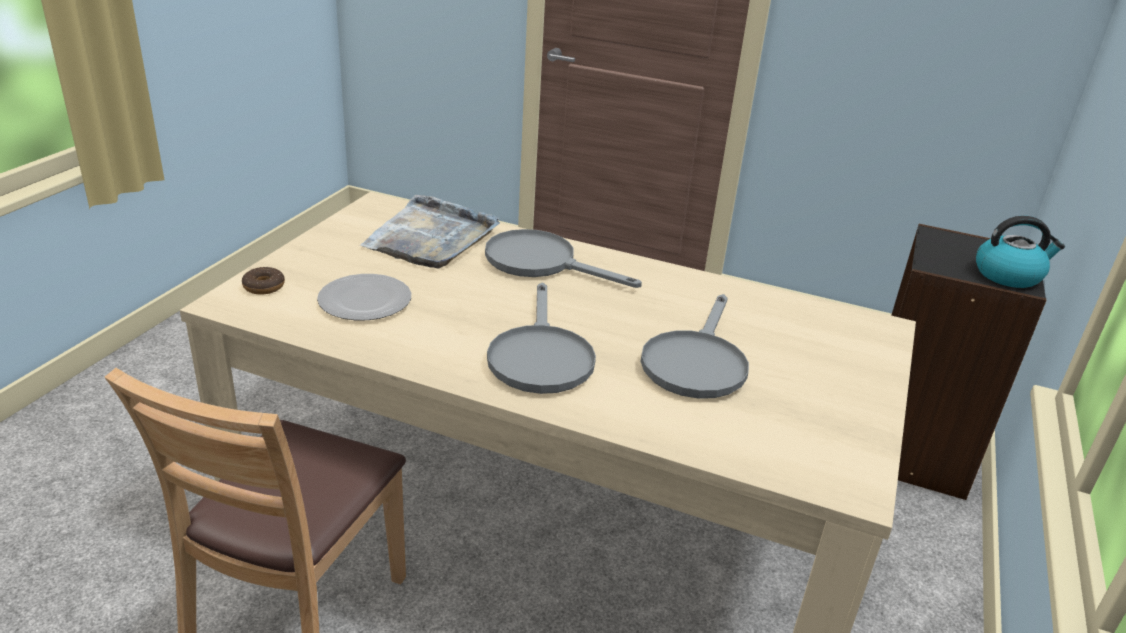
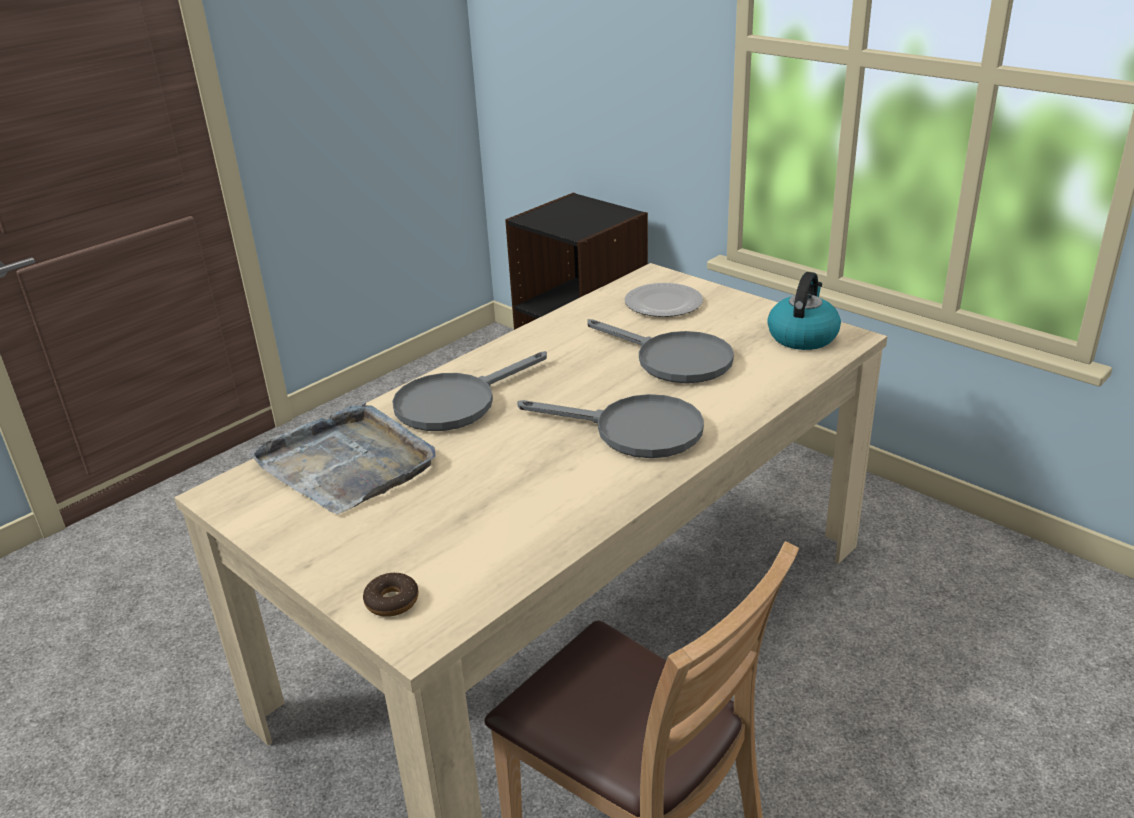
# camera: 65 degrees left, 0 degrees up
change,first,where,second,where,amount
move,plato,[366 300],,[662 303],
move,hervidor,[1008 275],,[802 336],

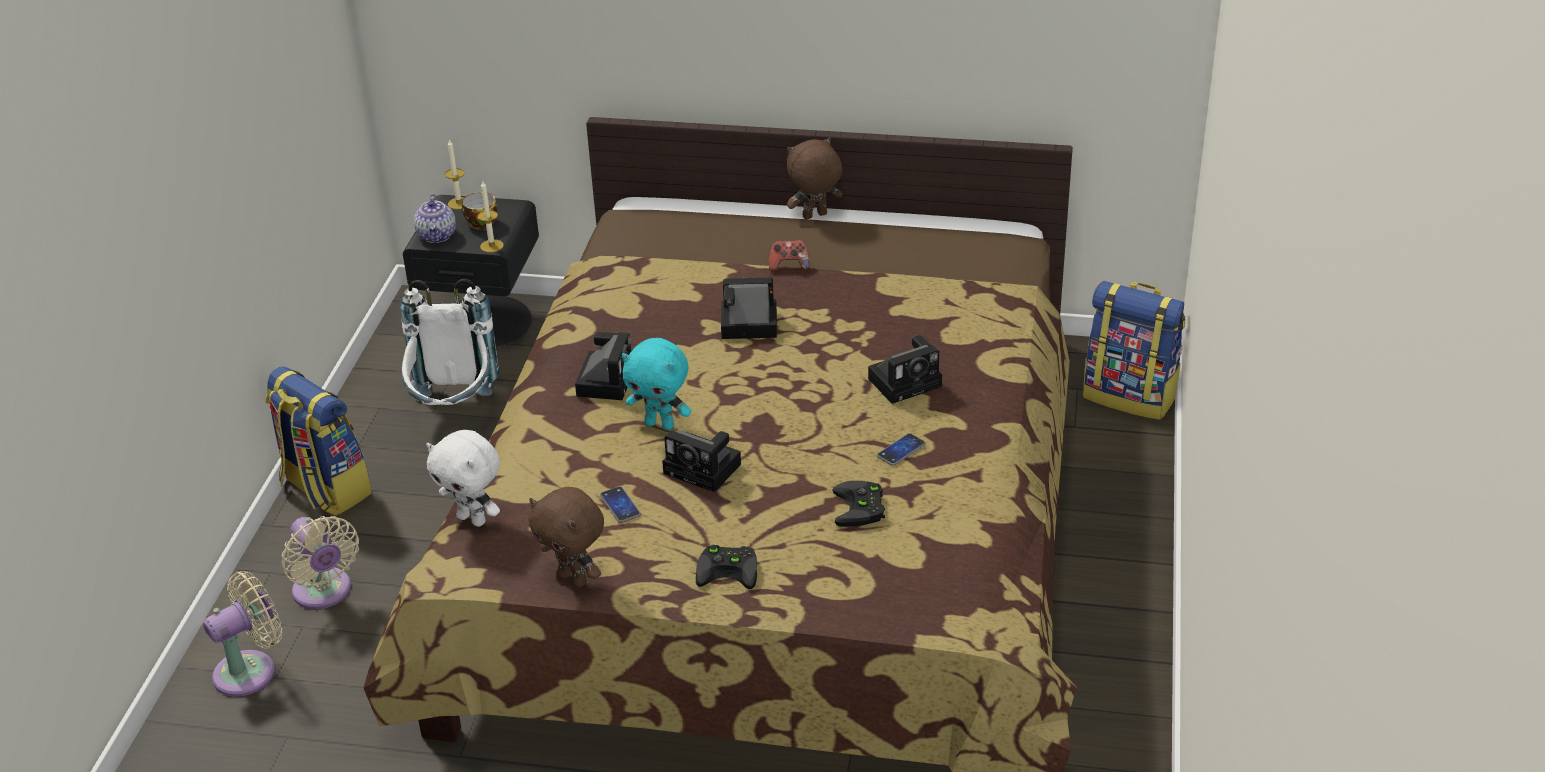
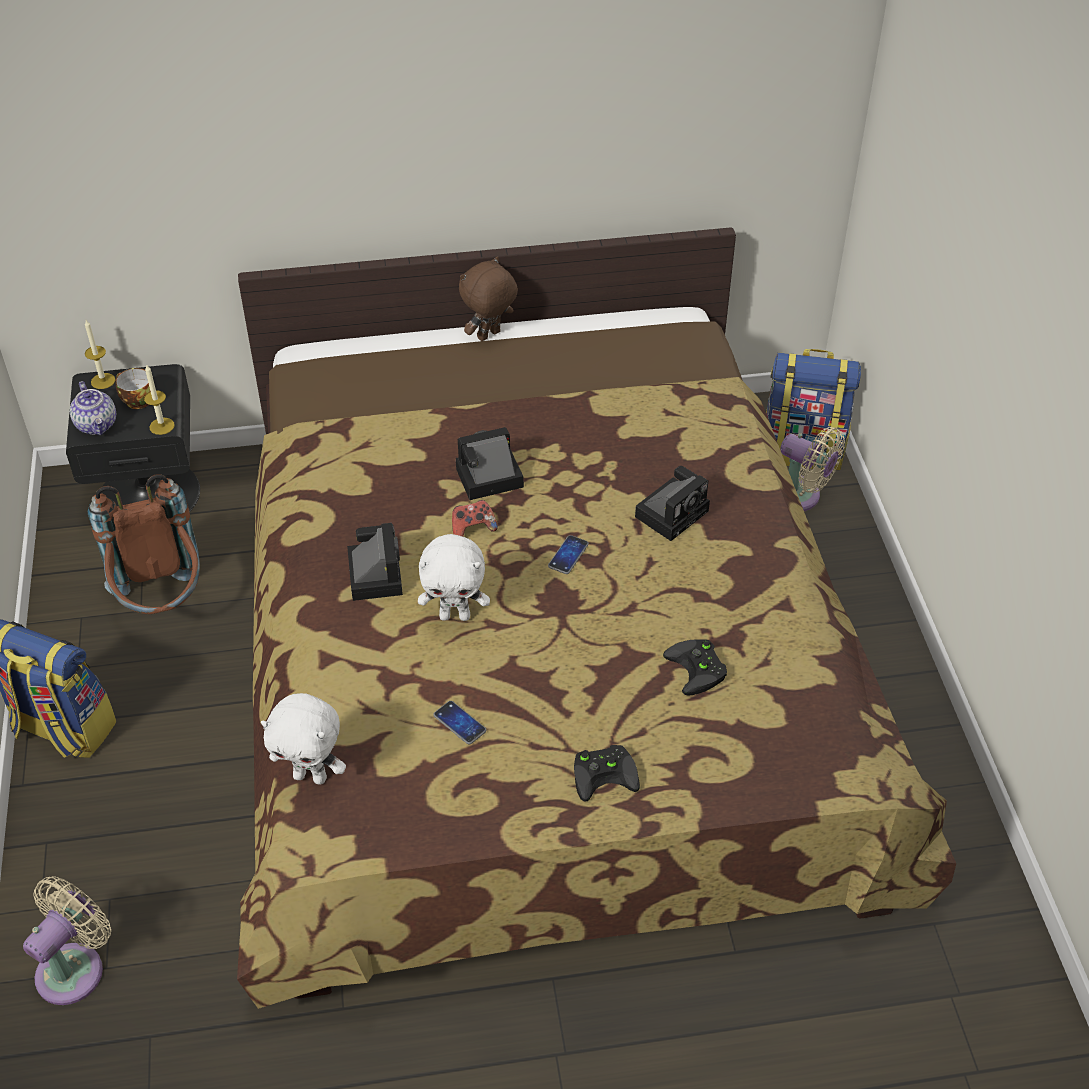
# camera: 20 degrees left, 10 degrees up
change,first,where,second,where,amount
recolor,mochila (blanco),[454 411],mochila (marrón),[163 605],
recolor,peluche (turquesa),[660 424],peluche (blanco),[455 615],
move,mando de consola,[789 266],,[473 528],
move,móvil,[901 450],,[568 555],
move,ventilador (beis),[324 593],,[799 497],
delete,peluche (marrón),[574 579],,,
delete,cámara,[705 469],,,

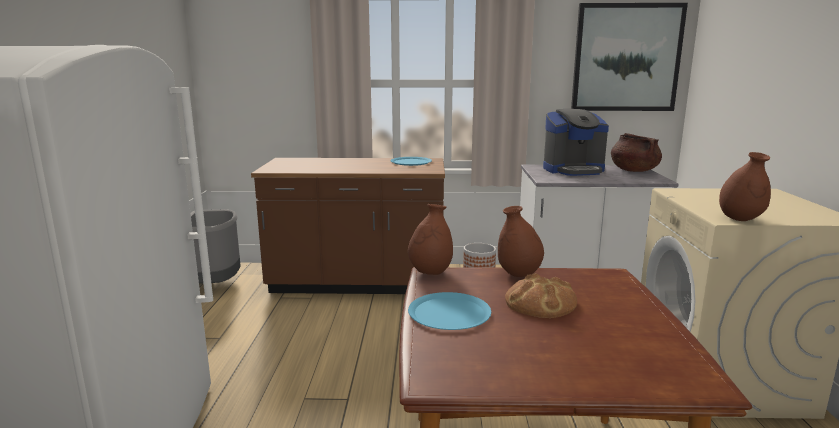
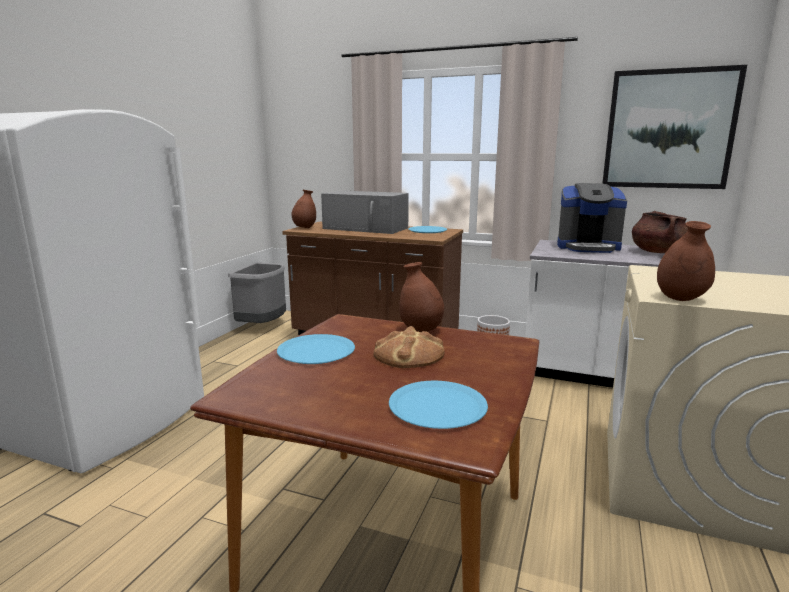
# camera: 20 degrees right, 0 degrees up
change,first,where,second,where,amount
move,florero (marrón),[430 272],,[304 228],
insert,,,microondas (gris),[367 228],
insert,,,plato (azul),[437 406],

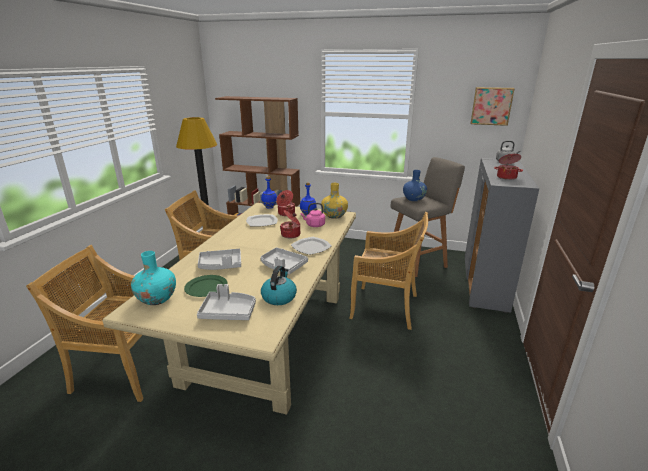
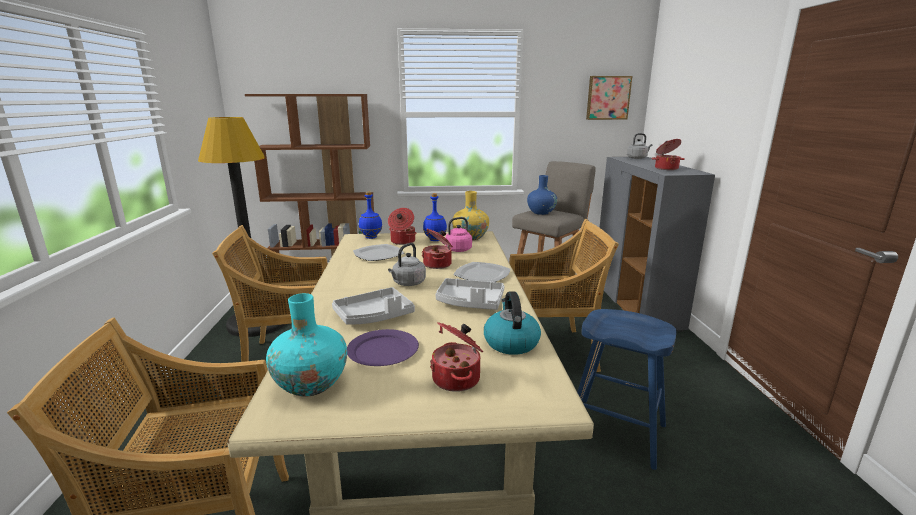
# camera: 20 degrees left, 5 degrees down
change,first,where,second,where,amount
recolor,plato (verde),[206 288],plato (morado),[382 351],
insert,,,hervidor (gris),[408 283],
replace,bandeja (gris),[228 312],olla,[457 379],
insert,,,taburete (azul),[615 431],

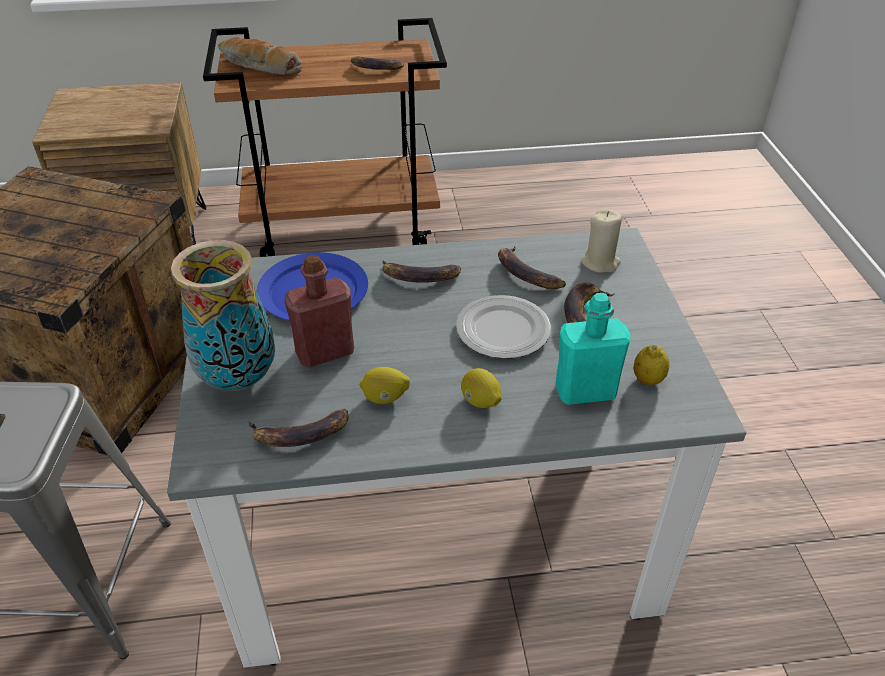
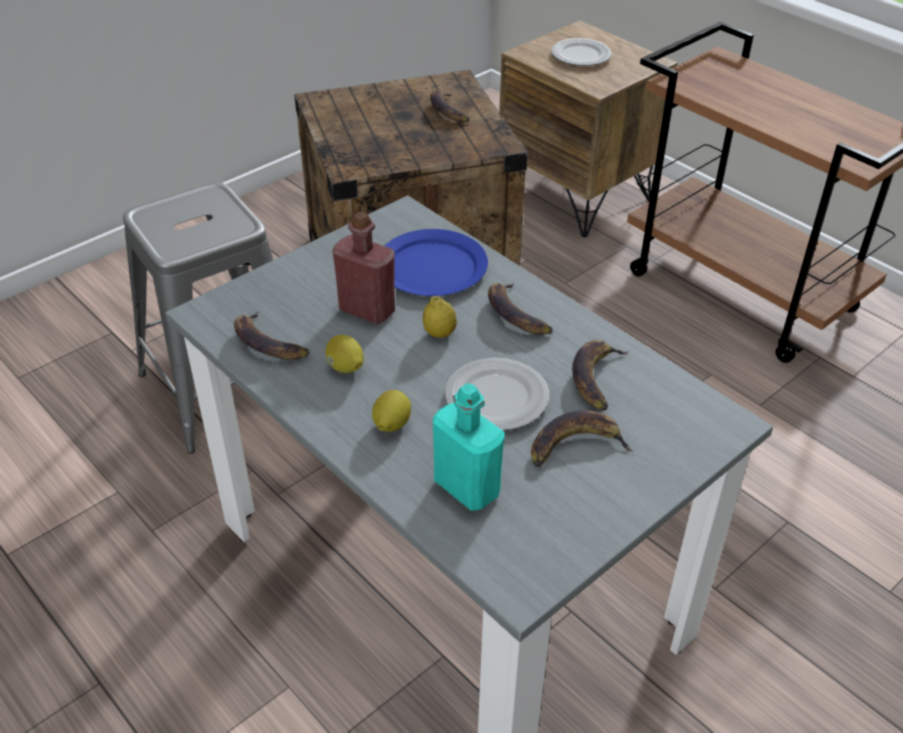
# camera: 55 degrees right, 0 degrees up
change,first,where,second,where,amount
move,limón,[648 379],,[439 333],
move,plátano,[375 68],,[447 111],
insert,,,plato,[581 56],
delete,florero,[239 378],,,
delete,pan,[260 67],,,
delete,vela (beis),[600 263],,,

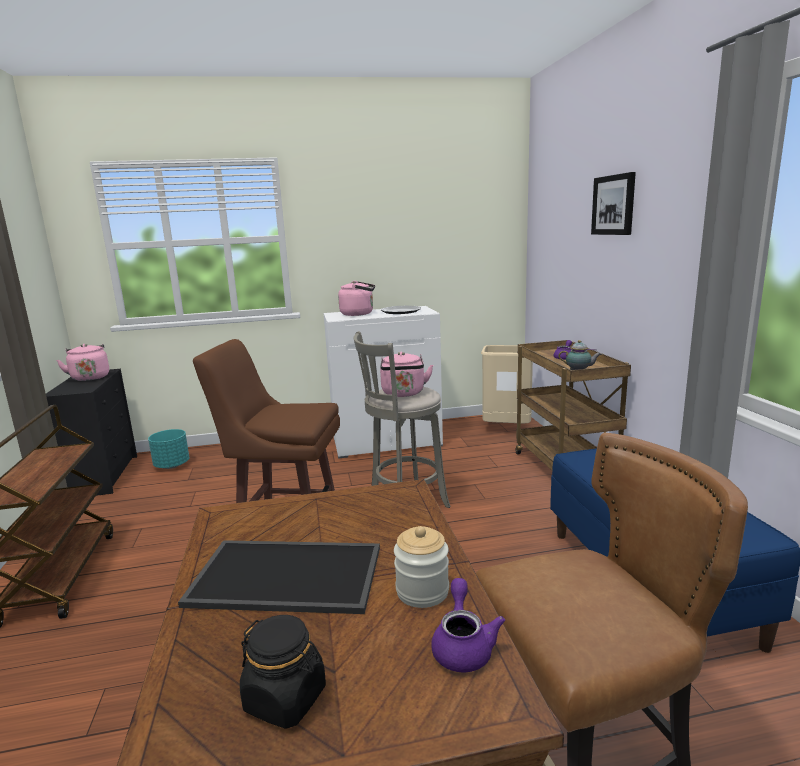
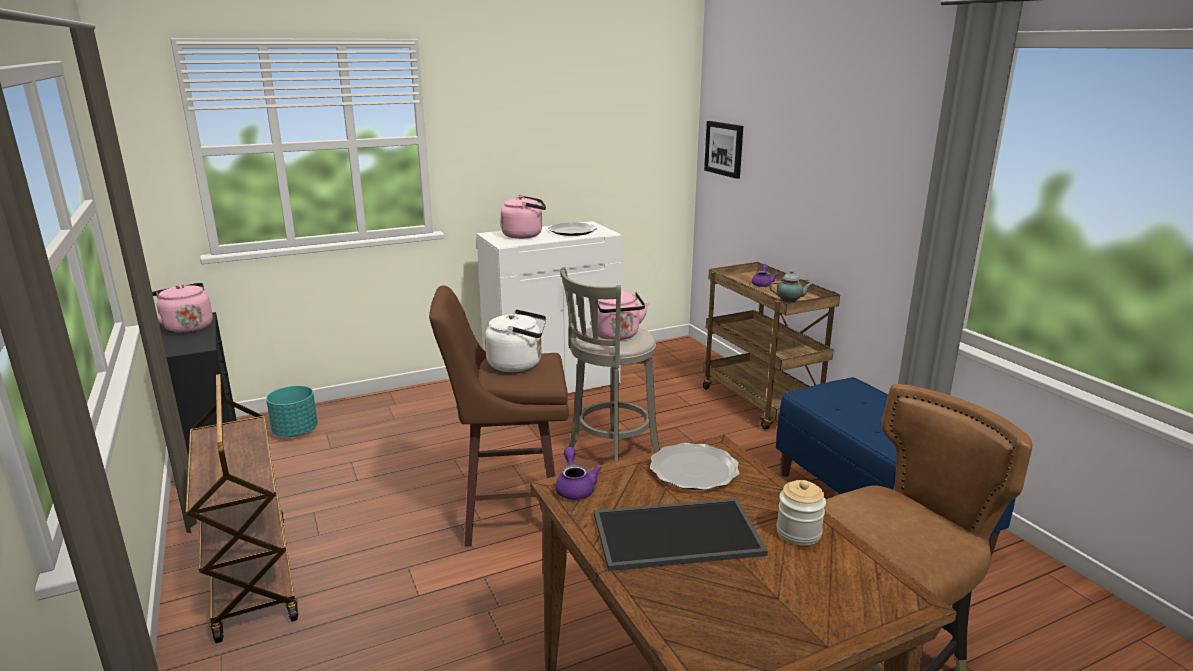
# camera: 15 degrees left, 5 degrees up
change,first,where,second,where,amount
insert,,,hervidor (blanco),[518 364],
move,tetera (morado),[463 645],,[575 487],
insert,,,plato,[694 470],
move,cuadro,[614 205],,[724 149],
delete,tarro (negro),[286 698],,,
delete,papelera (beis),[507 428],,,

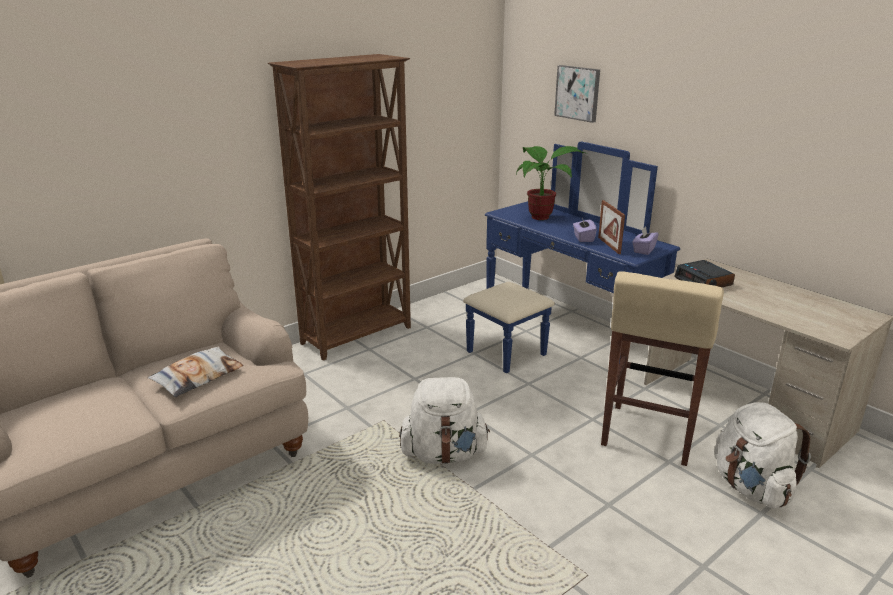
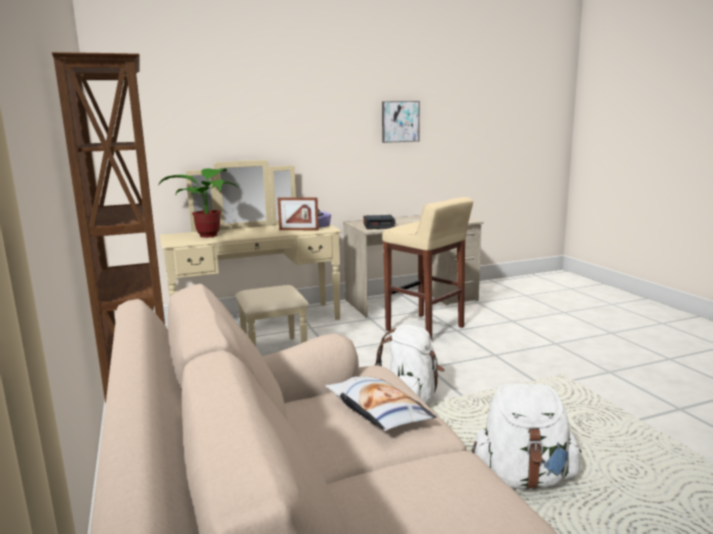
# camera: 70 degrees left, 10 degrees down
change,first,where,second,where,amount
recolor,cómoda (azul),[555 331],cómoda (beis),[261 328],
move,cuadro,[578 93],,[400 121],
move,mochila (blanco),[751 487],,[523 478],
delete,caja de pañuelos (morado),[583 238],,,

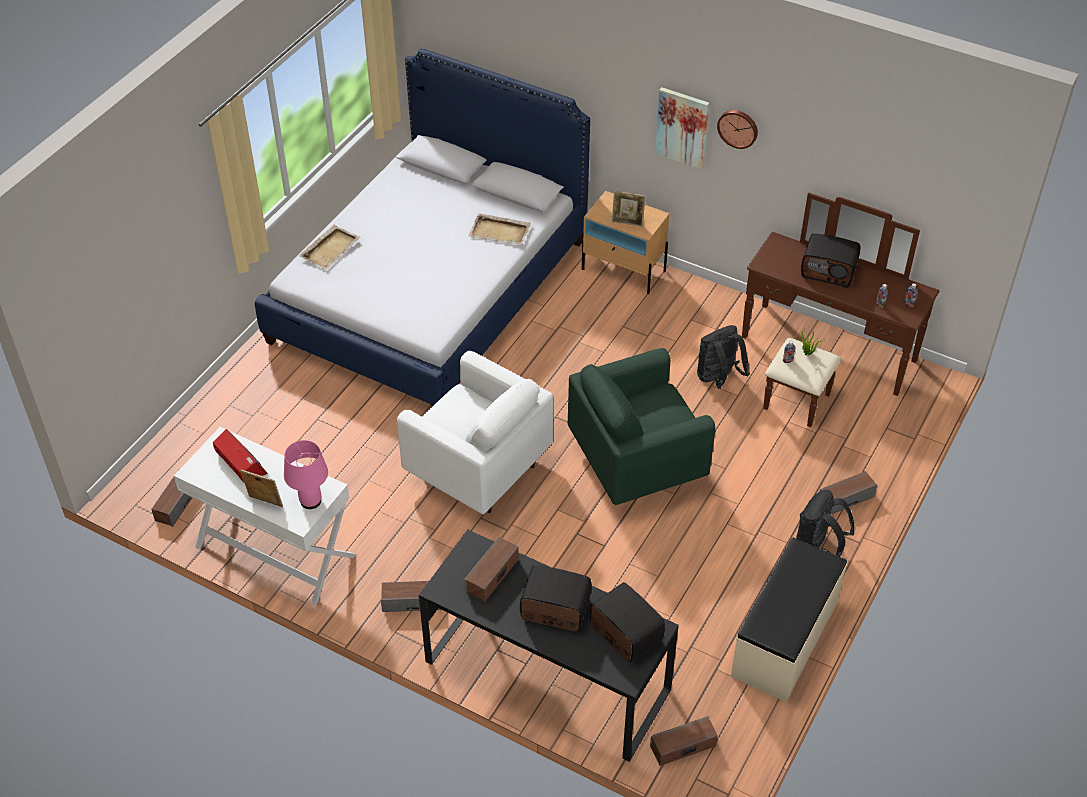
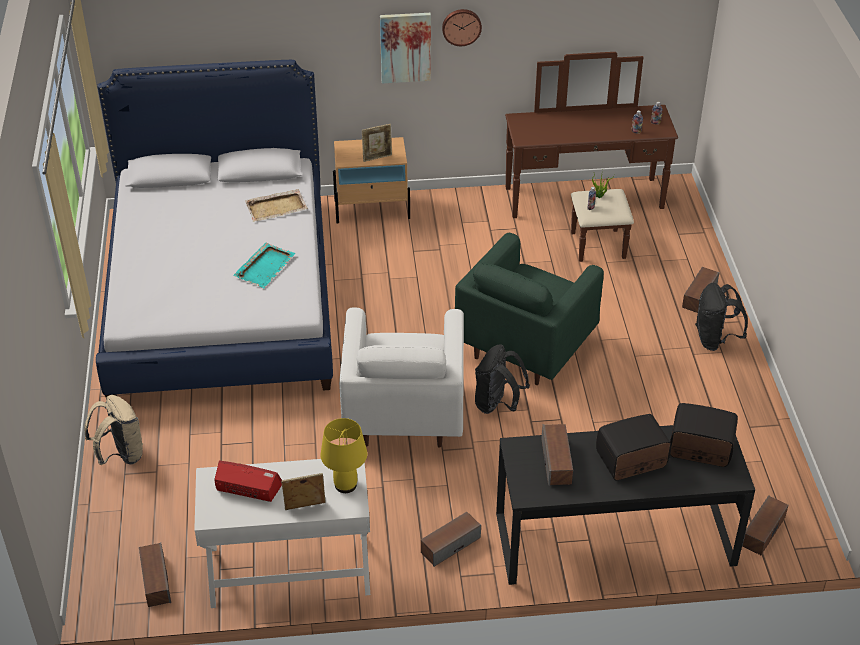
# camera: 35 degrees left, 5 degrees down
change,first,where,second,where,amount
insert,,,mochila (beis),[120 455],
insert,,,bandeja (turquesa),[265 267],
recolor,lámpara de mesa (rosa),[311 501],lámpara de mesa (amarillo),[346 484],
rotate,sillón (blanco),[478 470],,[403 415],90 degrees clockwise
move,mochila (negro),[718 379],,[497 404],
delete,bandeja (beis),[330 248],,,
delete,banco (beis),[786 639],,,
delete,radio,[829 271],,,

